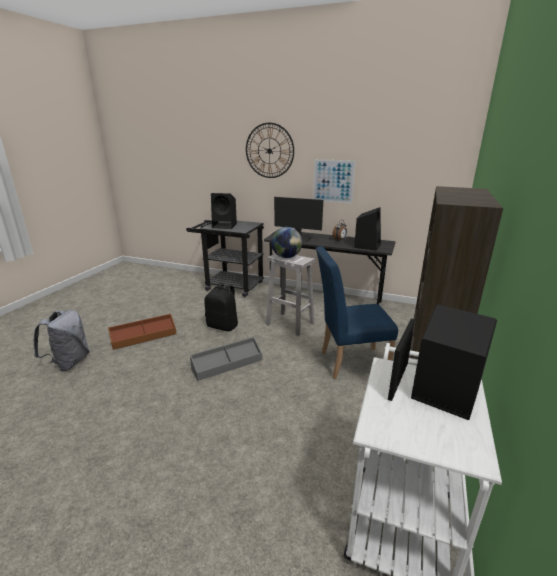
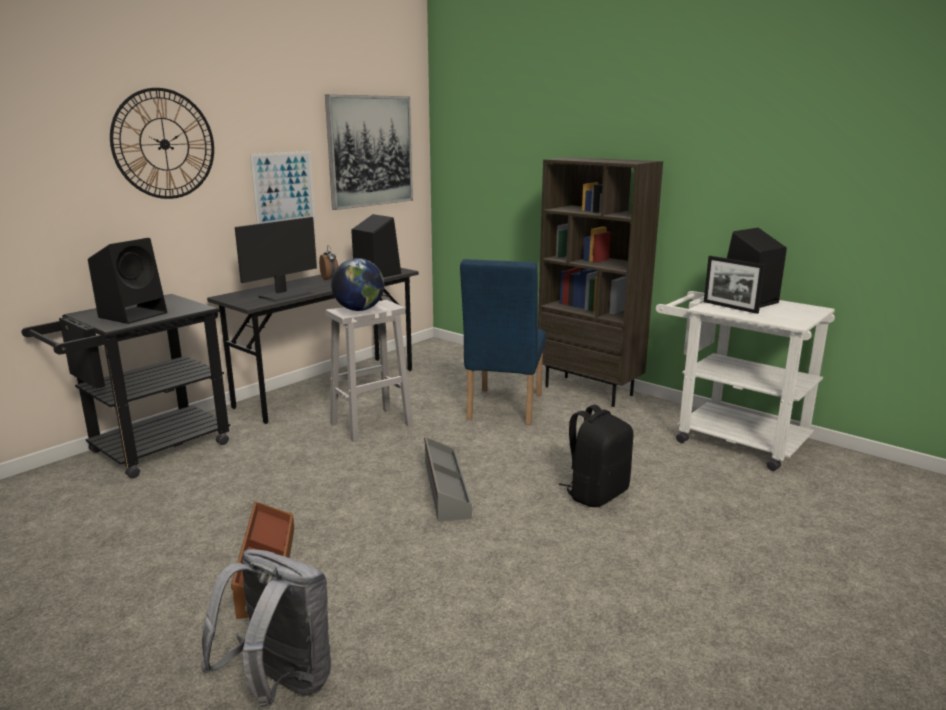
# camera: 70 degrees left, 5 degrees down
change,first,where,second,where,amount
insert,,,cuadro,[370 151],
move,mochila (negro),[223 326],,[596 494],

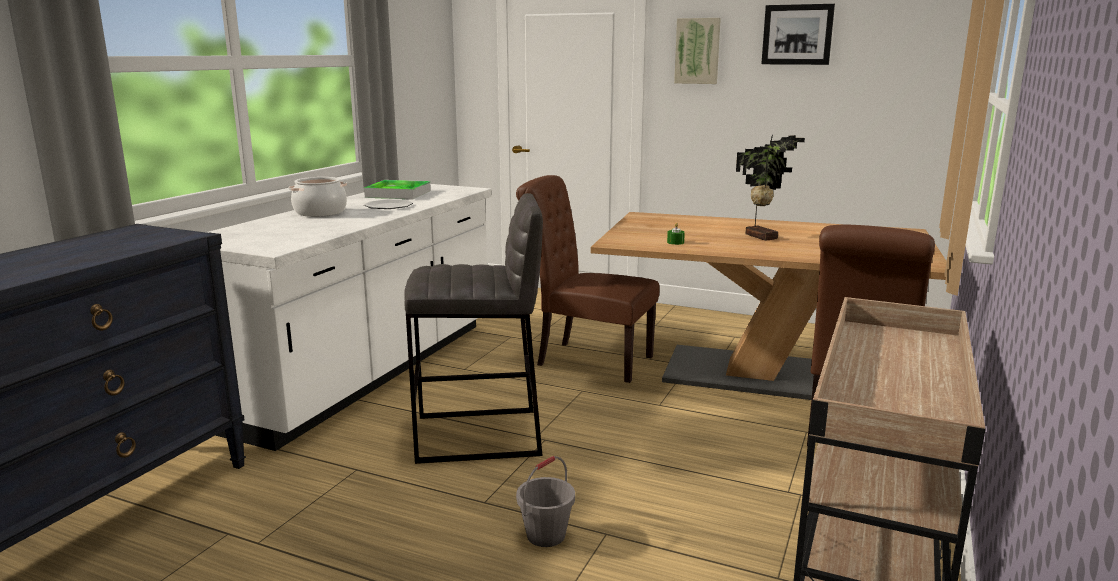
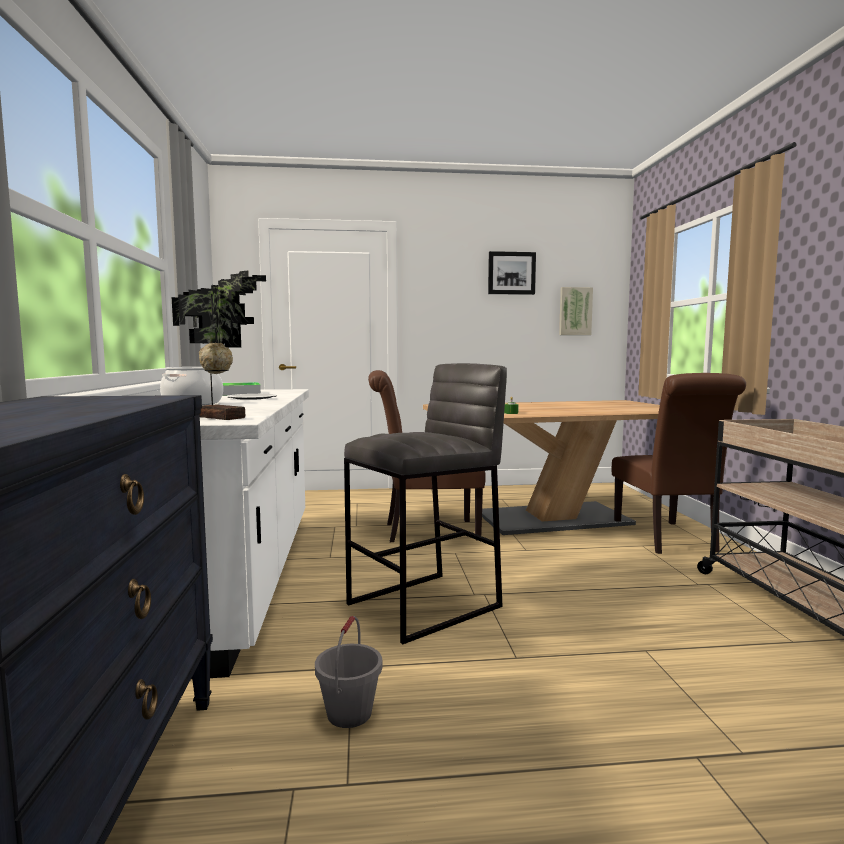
# camera: 30 degrees left, 10 degrees down
change,first,where,second,where,amount
move,planta en maceta,[762 236],,[224 417],
move,cubo (gris),[545 535],,[349 713],
move,cuadro,[697 51],,[575 311],

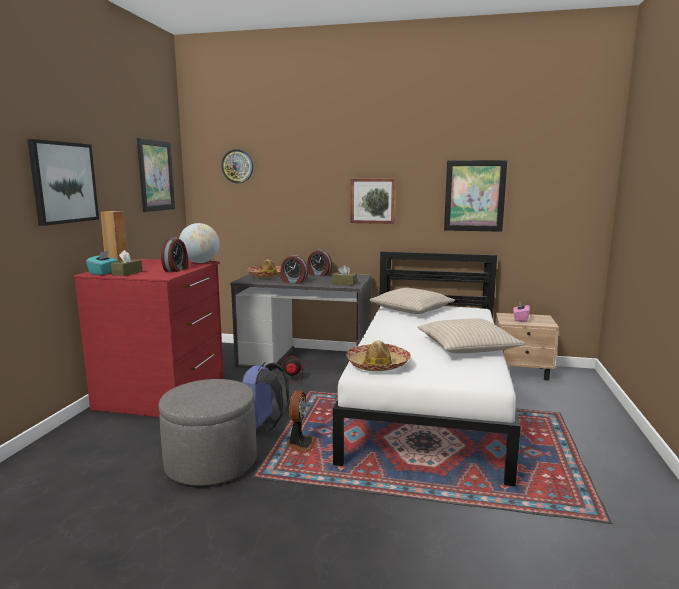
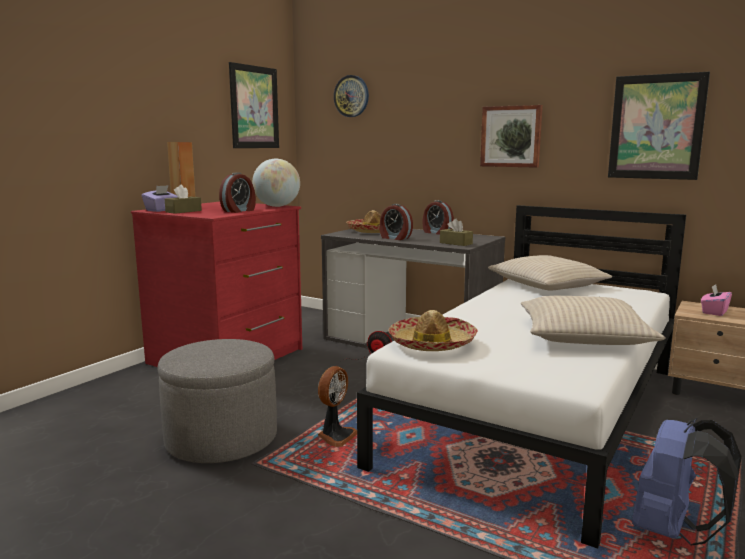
# camera: 20 degrees right, 0 degrees up
change,first,where,second,where,amount
recolor,caja de pañuelos (turquesa),[104 273],caja de pañuelos (morado),[162 210],
move,mochila (azul),[262 426],,[673 531],
delete,cuadro,[63 182],,,

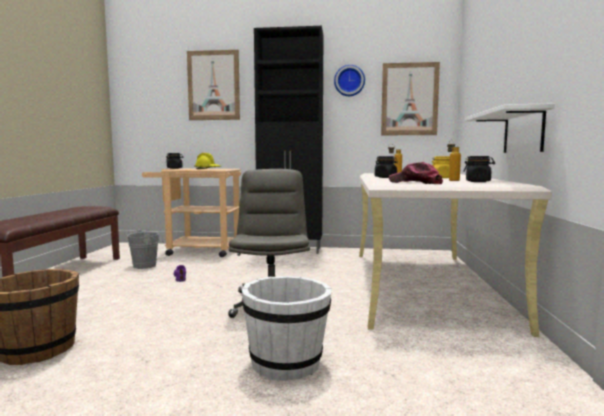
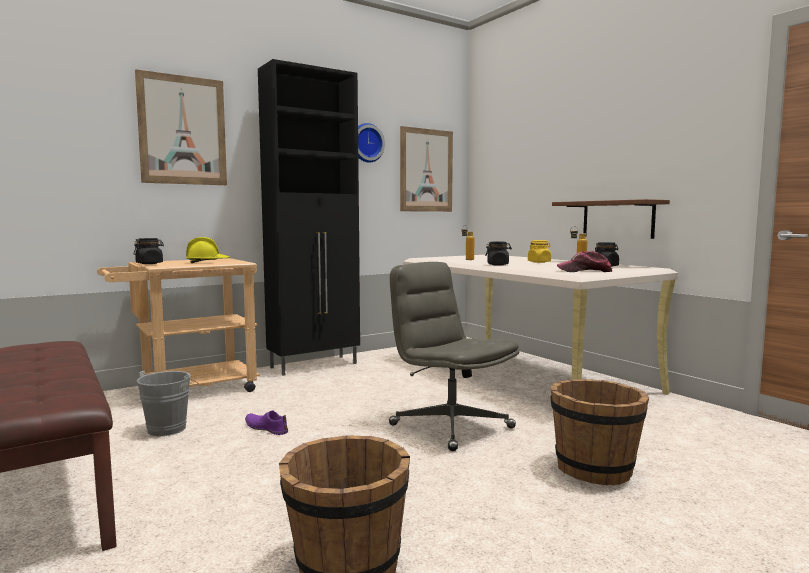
# camera: 40 degrees left, 0 degrees up
change,first,where,second,where,amount
recolor,cubo (blanco),[287 363],cubo (marrón),[594 469],
recolor,estante (blanco),[523 131],estante (marrón),[617 219],

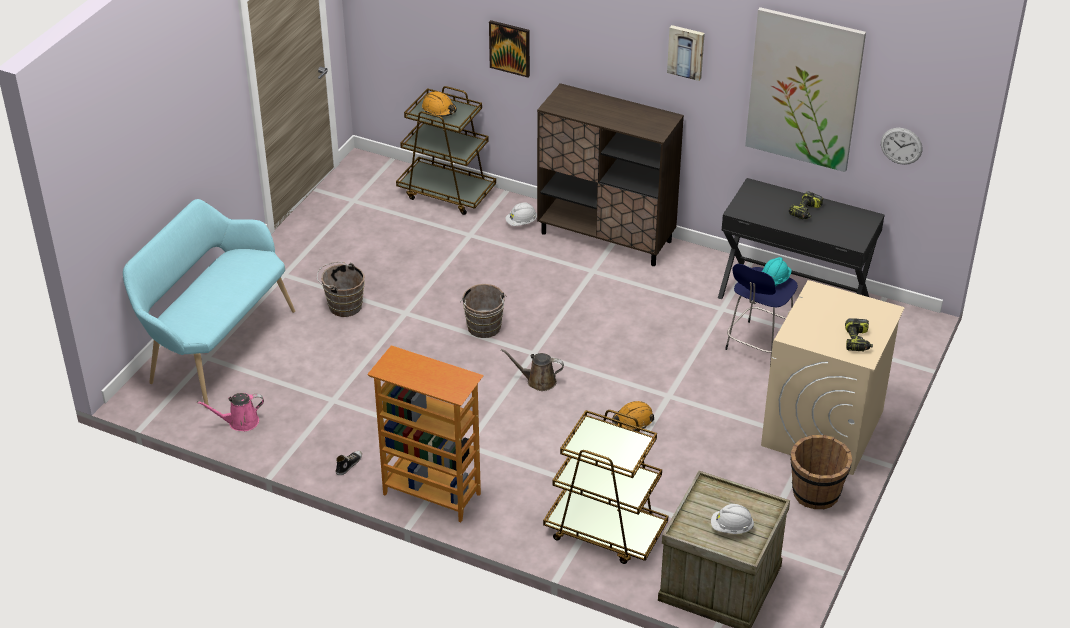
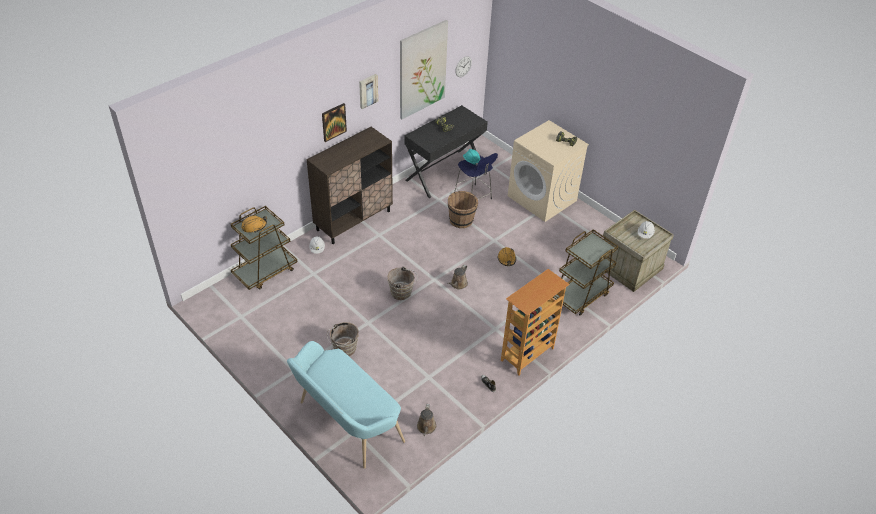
# camera: 70 degrees left, 5 degrees up
change,first,where,second,where,amount
move,cuadro,[510 48],,[333 122],
recolor,regadera (rosa),[240 422],regadera (marrón),[426 428],
move,cubo (marrón),[816 493],,[461 220],

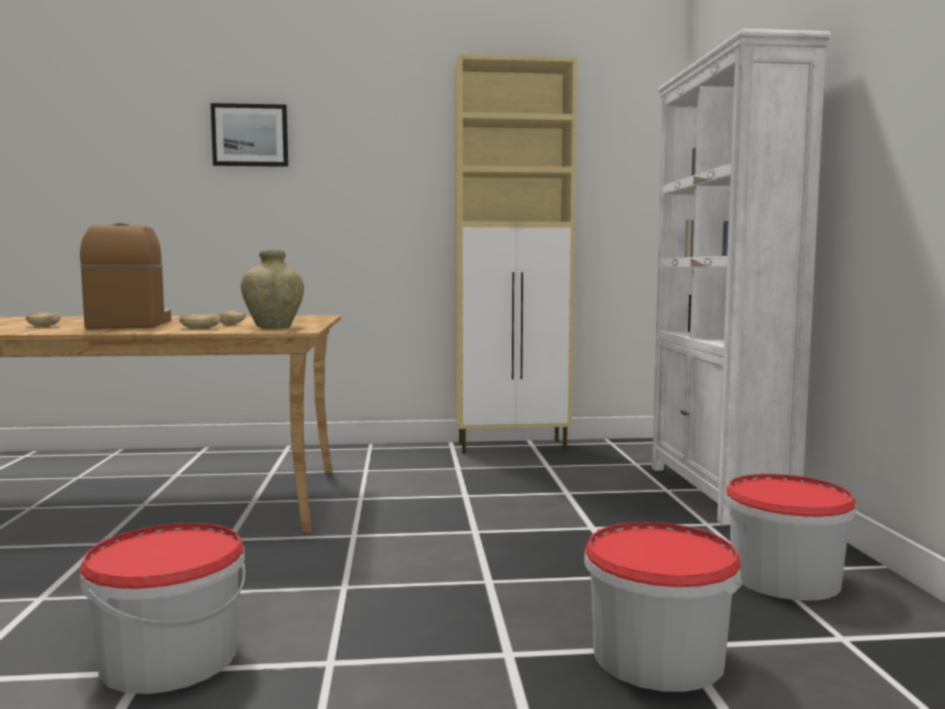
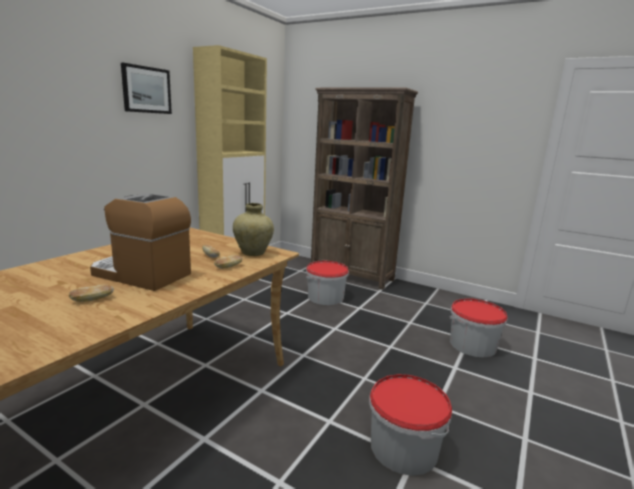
# camera: 55 degrees left, 10 degrees up
change,first,where,second,where,amount
move,cuadro,[250 135],,[146 90],
move,cubo,[785 578],,[326 297],
recolor,estantería (blanco),[718 492],estantería (marrón),[352 275],

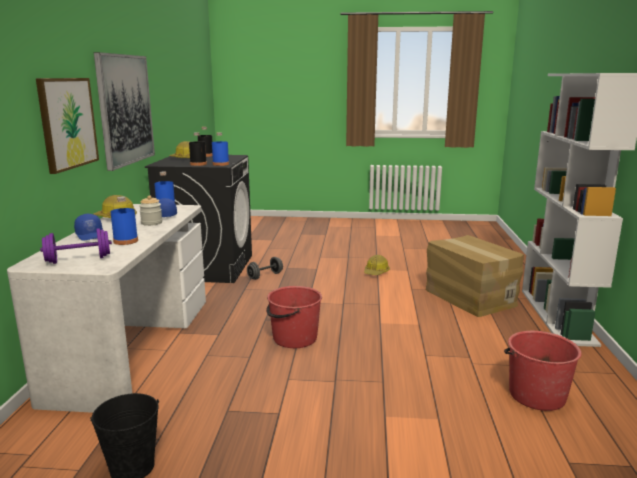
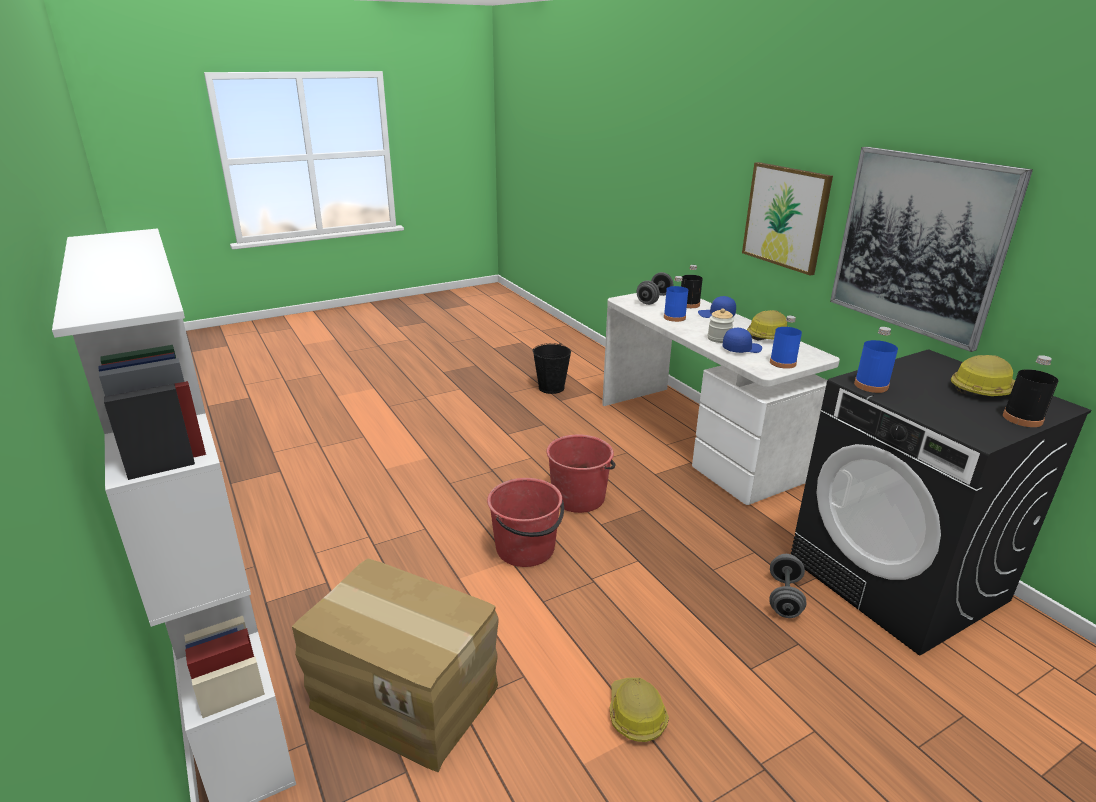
# camera: 145 degrees right, 10 degrees up
change,first,where,second,where,amount
move,cubo (rojo),[536 395],,[526 549],
recolor,mancuerna (morado),[78 260],mancuerna (gris),[654 299],
move,botella (negro),[198 164],,[689 304],

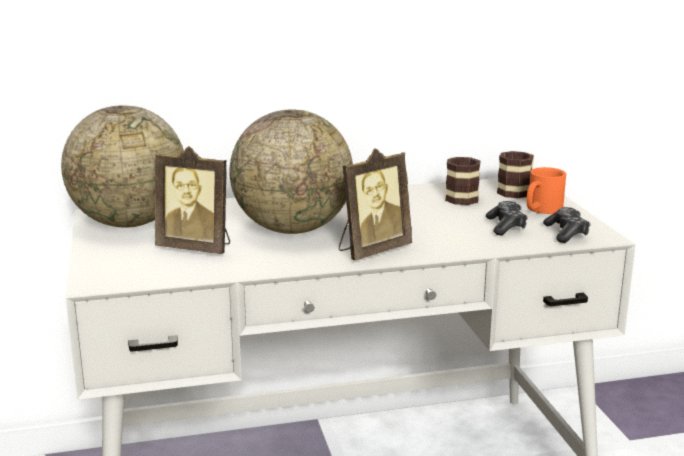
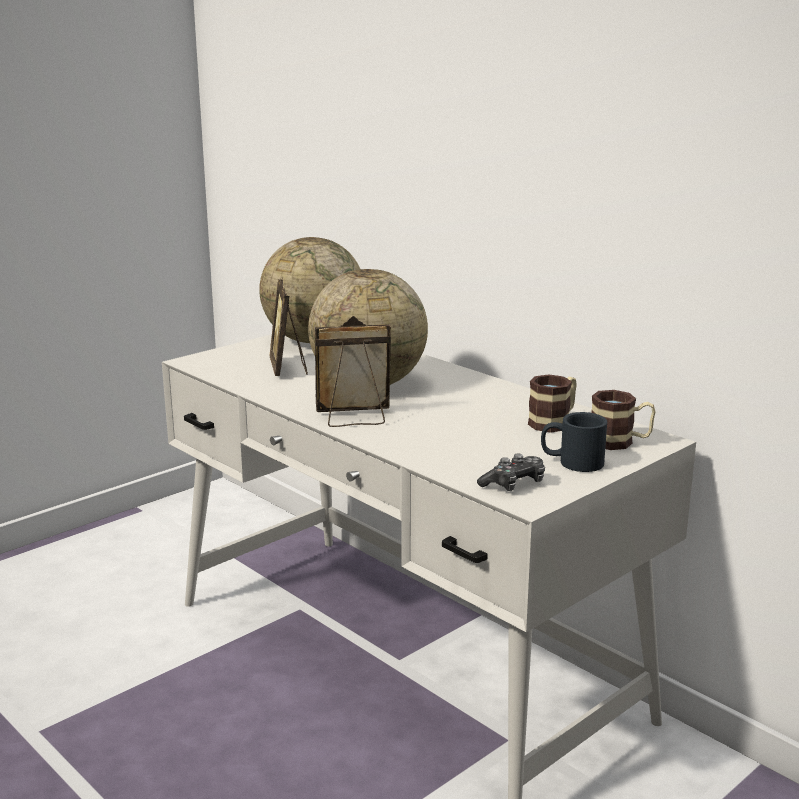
# camera: 60 degrees right, 0 degrees up
change,first,where,second,where,amount
rotate,portarretratos,[372 250],,[354 419],150 degrees clockwise
recolor,taza grande (naranja),[541 210],taza grande (negro),[571 462],
delete,mando de consola,[506 226],,,

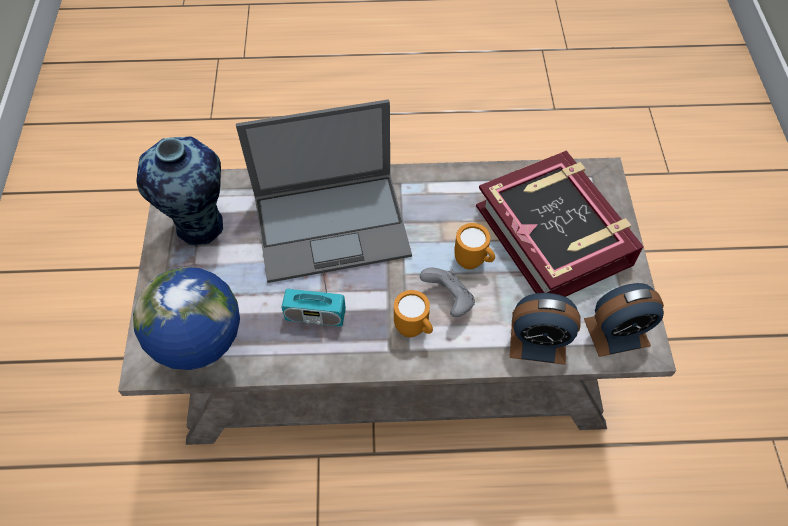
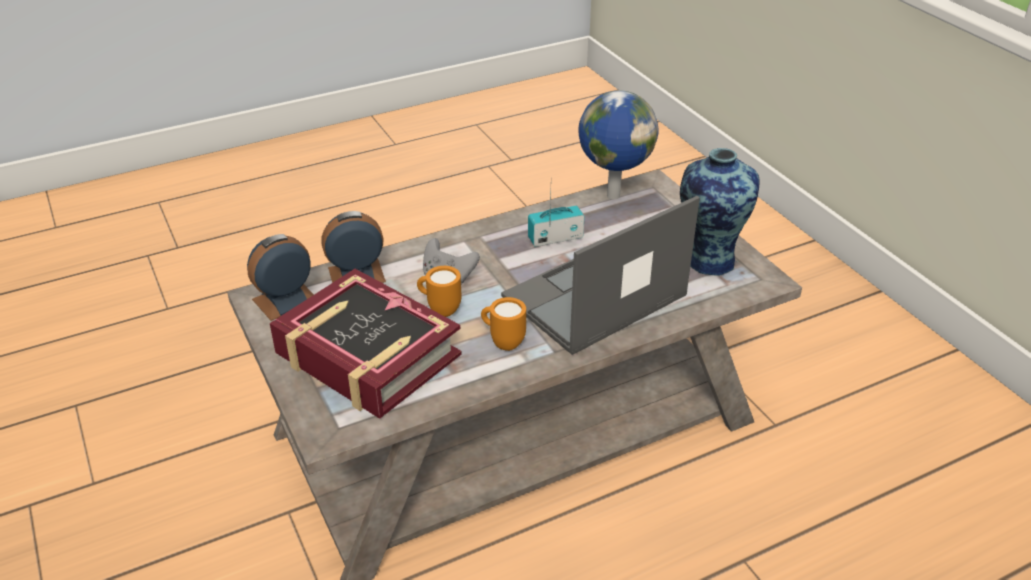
# camera: 155 degrees right, 20 degrees down
change,first,where,second,where,amount
move,taza grande (naranja),[414 330],,[503 342],

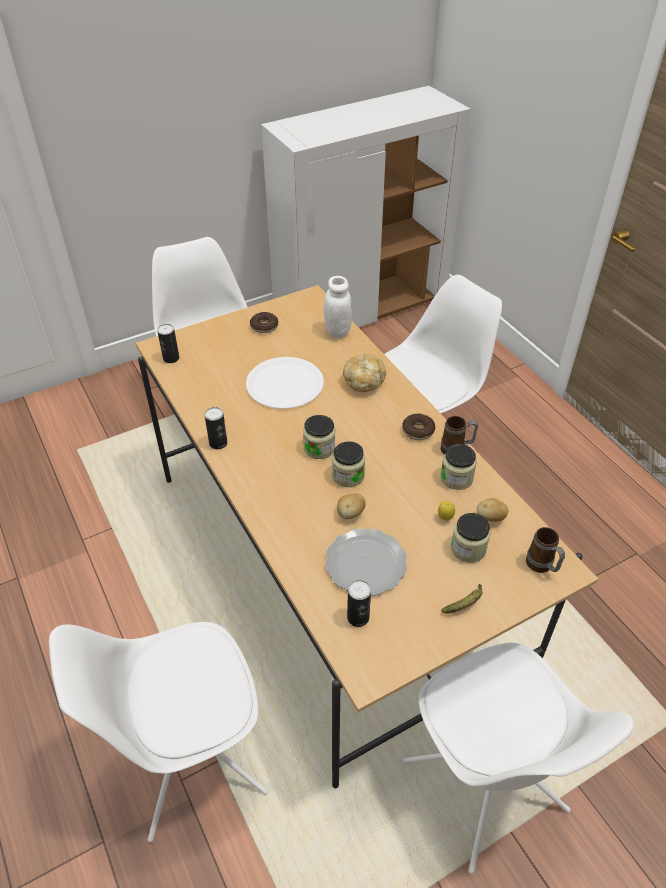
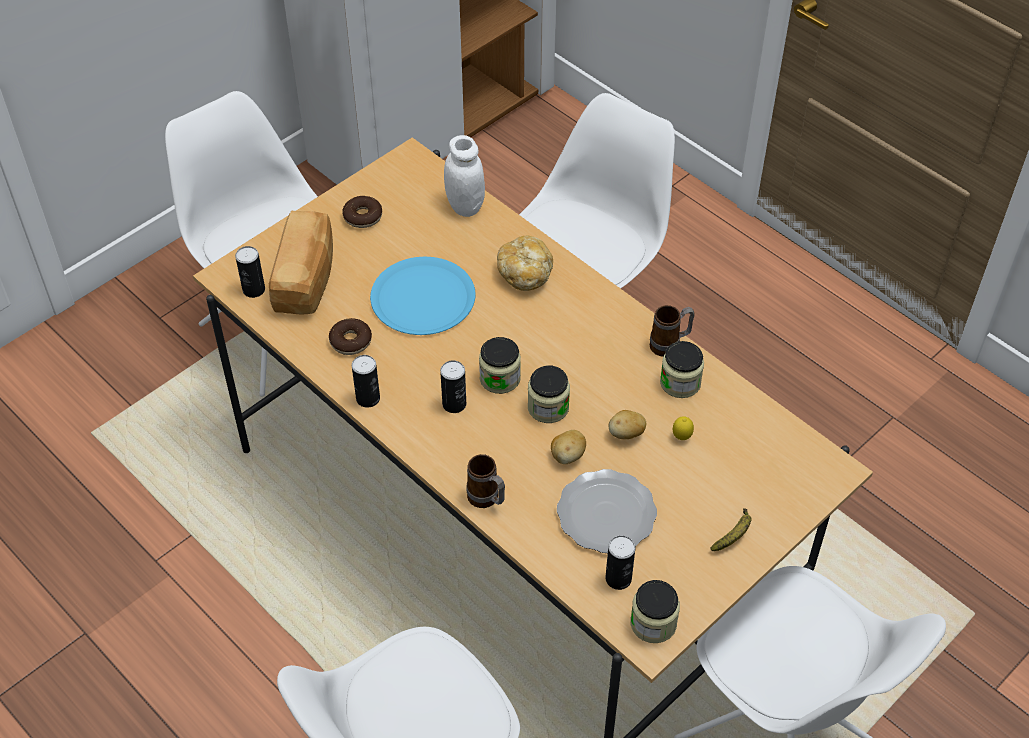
# camera: 15 degrees left, 5 degrees up
change,first,where,second,where,amount
insert,,,pan,[307 279],
move,rosquilla,[418 431],,[351 341],
recolor,plato (blanco),[284 384],plato (azul),[423 298],
insert,,,lata,[454 404],
move,taza grande,[542 567],,[487 500],
move,patata,[490 518],,[626 434],
move,tarro,[468 549],,[653 623],

